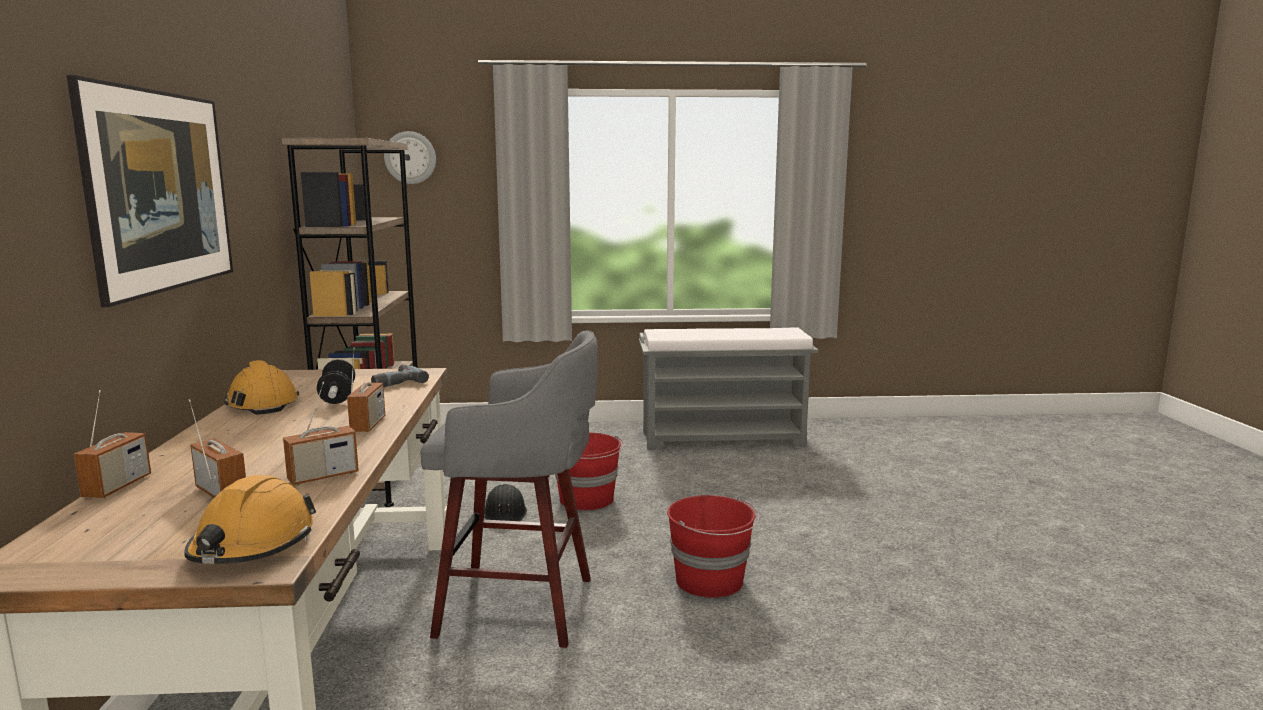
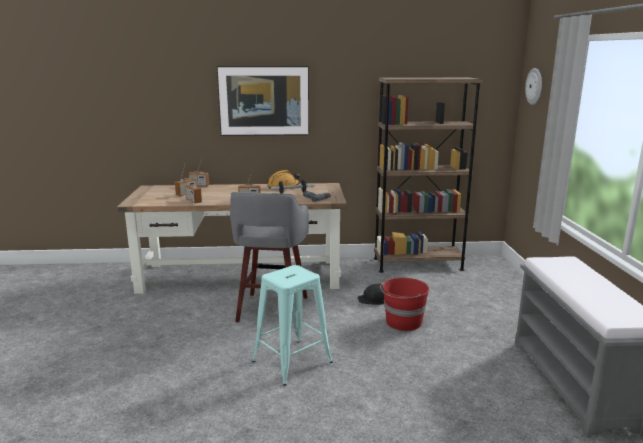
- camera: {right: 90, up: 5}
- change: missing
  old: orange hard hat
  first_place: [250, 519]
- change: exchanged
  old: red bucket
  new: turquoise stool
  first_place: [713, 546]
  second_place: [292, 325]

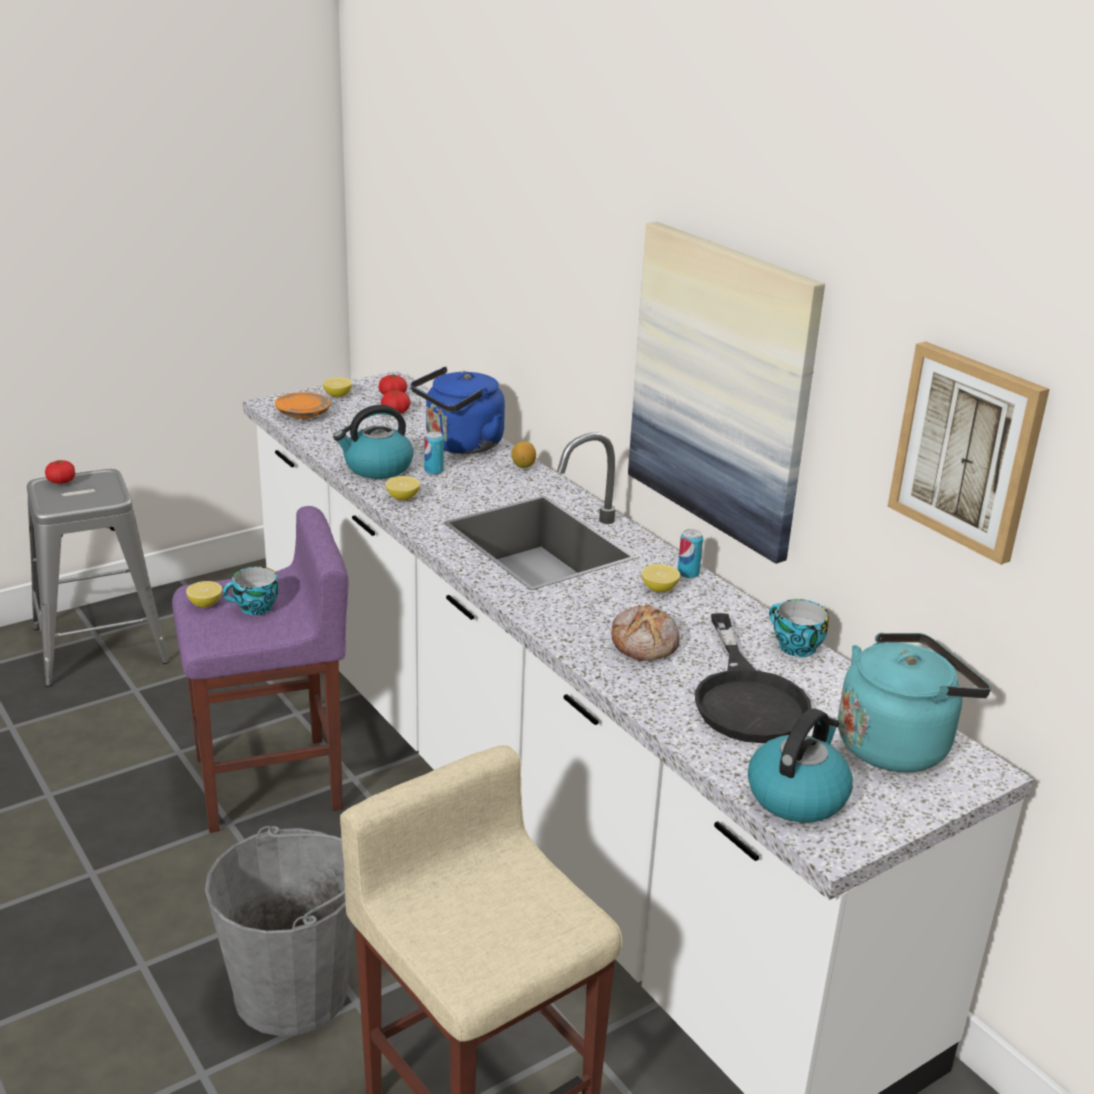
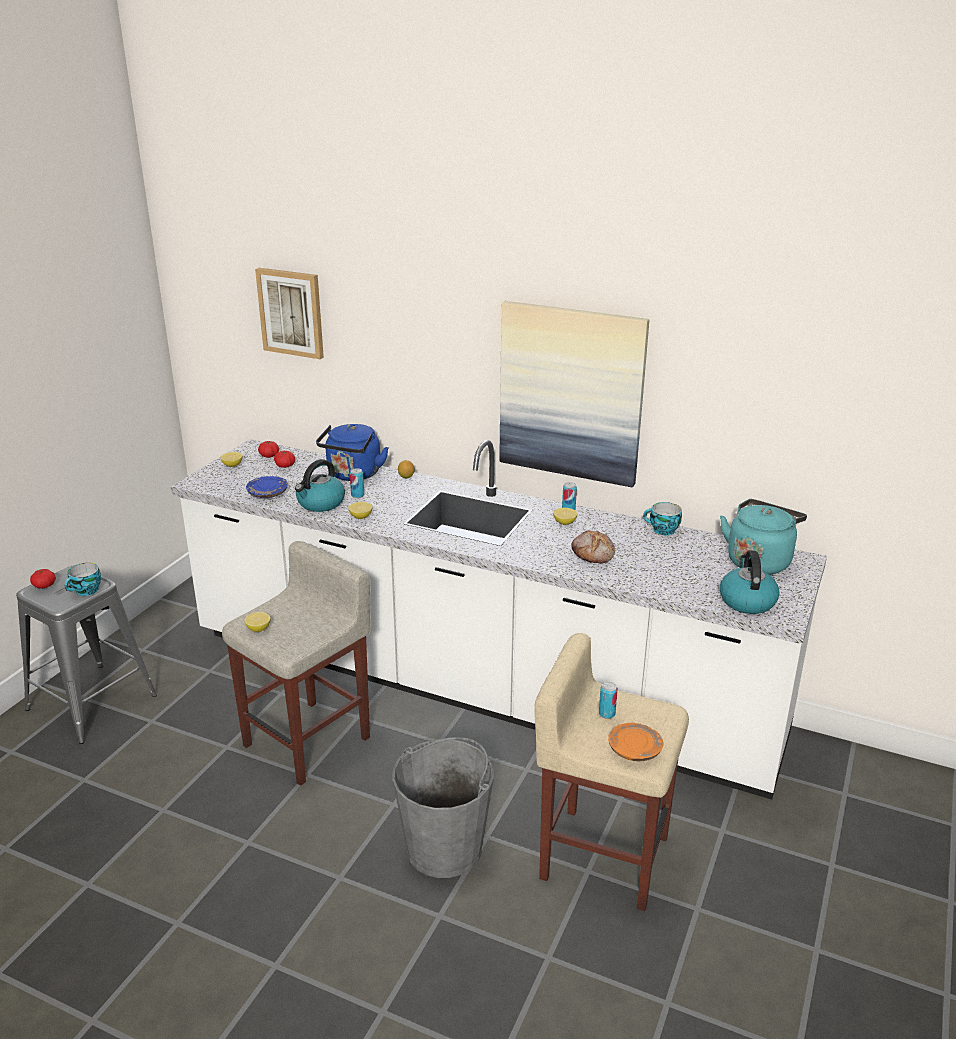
- camera: {right: -30, up: 0}
- change: missing
  old: black frying pan
  first_place: [753, 678]
- change: appeared
  new: blue plate
  second_place: [267, 487]
- change: appeared
  new: can
  second_place: [608, 700]
- change: relocated
  old: cup
  first_place: [251, 591]
  second_place: [82, 579]
- change: relocated
  old: orange plate
  first_place: [303, 405]
  second_place: [635, 742]
- change: relocated
  old: picture
  first_place: [968, 453]
  second_place: [289, 313]
- change: colour
  old: purple stool
  new: beige stool
  first_place: [260, 669]
  second_place: [296, 663]

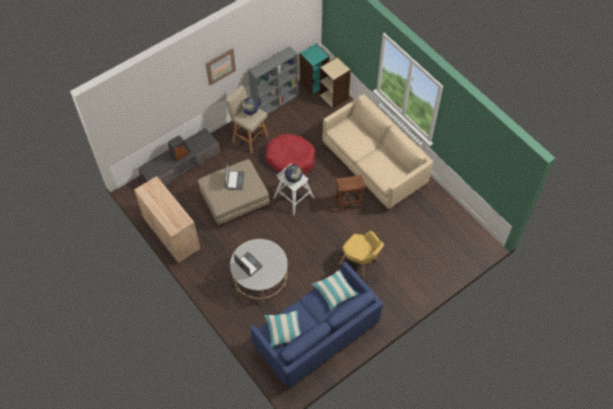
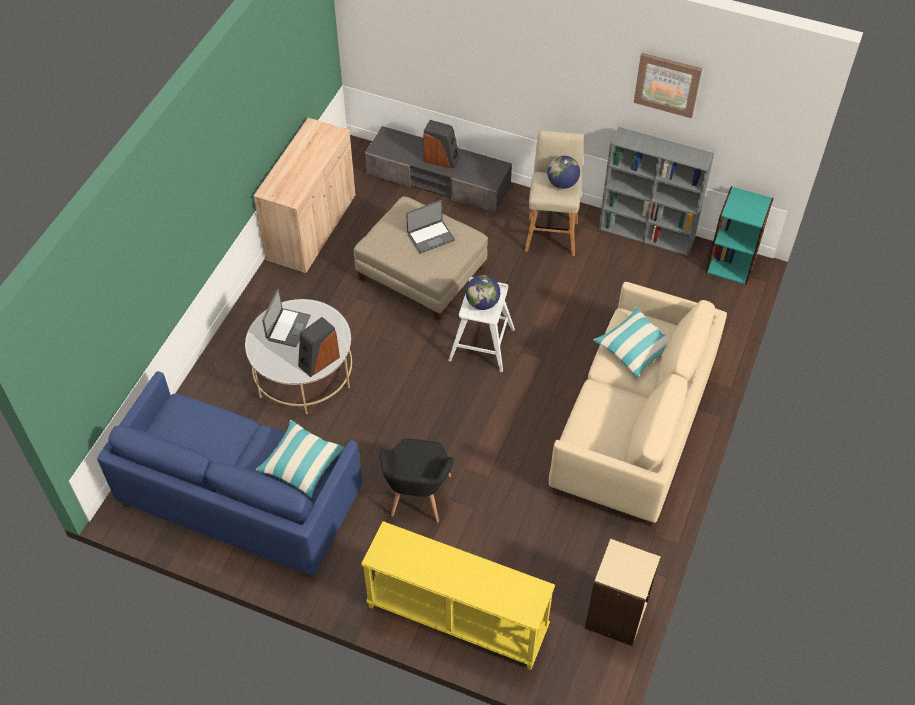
- camera: {right: 60, up: -5}
- change: missing
  old: red dog bed
  first_place: [290, 154]
- change: missing
  old: brown stool
  first_place: [350, 193]
- change: appeared
  new: speaker
  second_place: [319, 347]
- change: appeared
  new: yellow console table
  second_place: [458, 595]
- change: relocated
  old: picture
  first_place: [221, 67]
  second_place: [668, 85]
- change: relocated
  old: pillow
  first_place: [282, 328]
  second_place: [632, 342]
- change: relocated
  old: beige bookcase
  first_place: [335, 82]
  second_place: [623, 591]
- change: colour
  old: yellow armchair
  new: black armchair
  first_place: [361, 254]
  second_place: [417, 481]

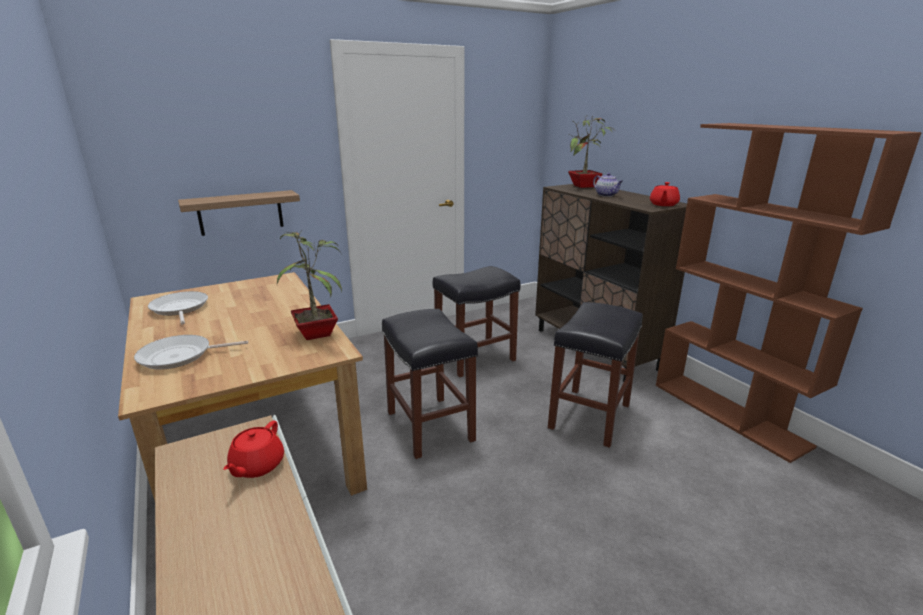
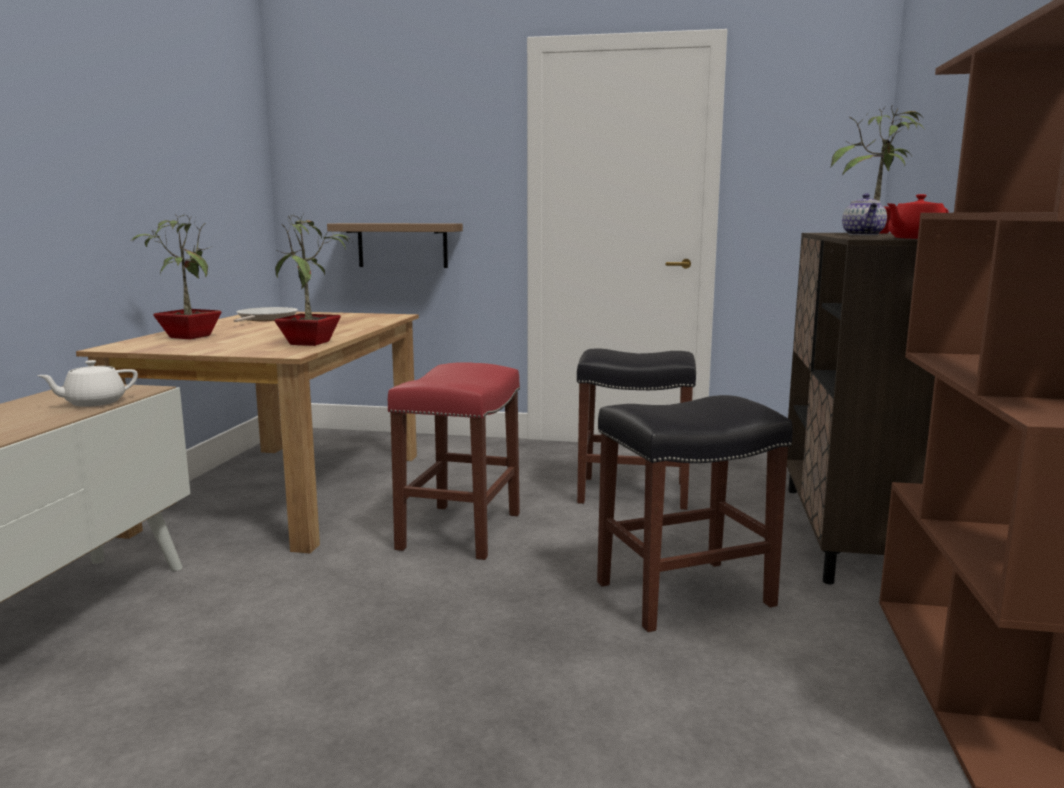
- camera: {right: 40, up: -10}
- change: exchanged
  old: frying pan
  new: potted plant
  first_place: [191, 352]
  second_place: [176, 276]
- change: colour
  old: red teapot
  new: white teapot
  first_place: [253, 449]
  second_place: [87, 383]
- change: colour
  old: black stool
  new: red stool
  first_place: [430, 384]
  second_place: [454, 461]

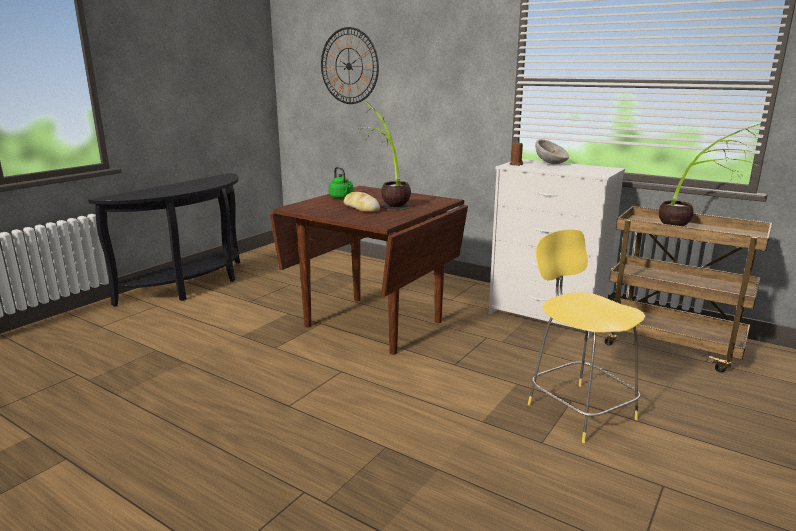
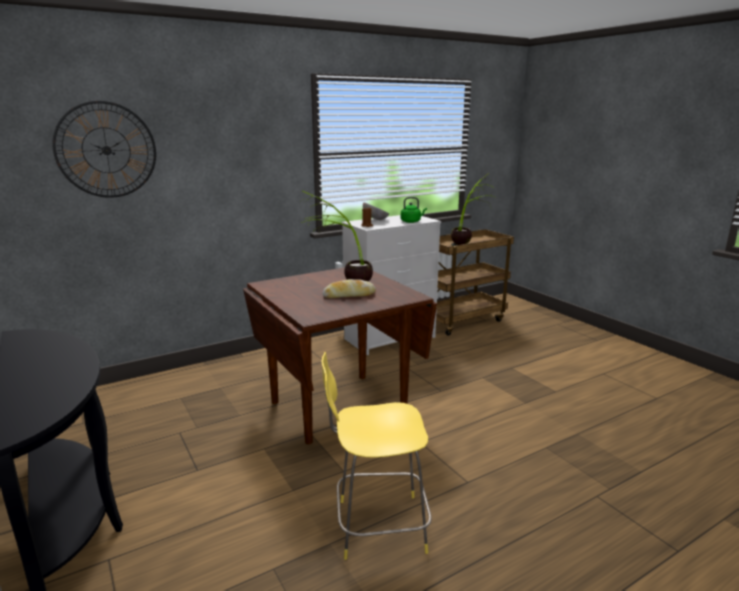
- camera: {right: -65, up: 0}
- change: relocated
  old: green kettle
  first_place: [341, 183]
  second_place: [414, 210]
- change: relocated
  old: yellow stool
  first_place: [587, 336]
  second_place: [376, 456]

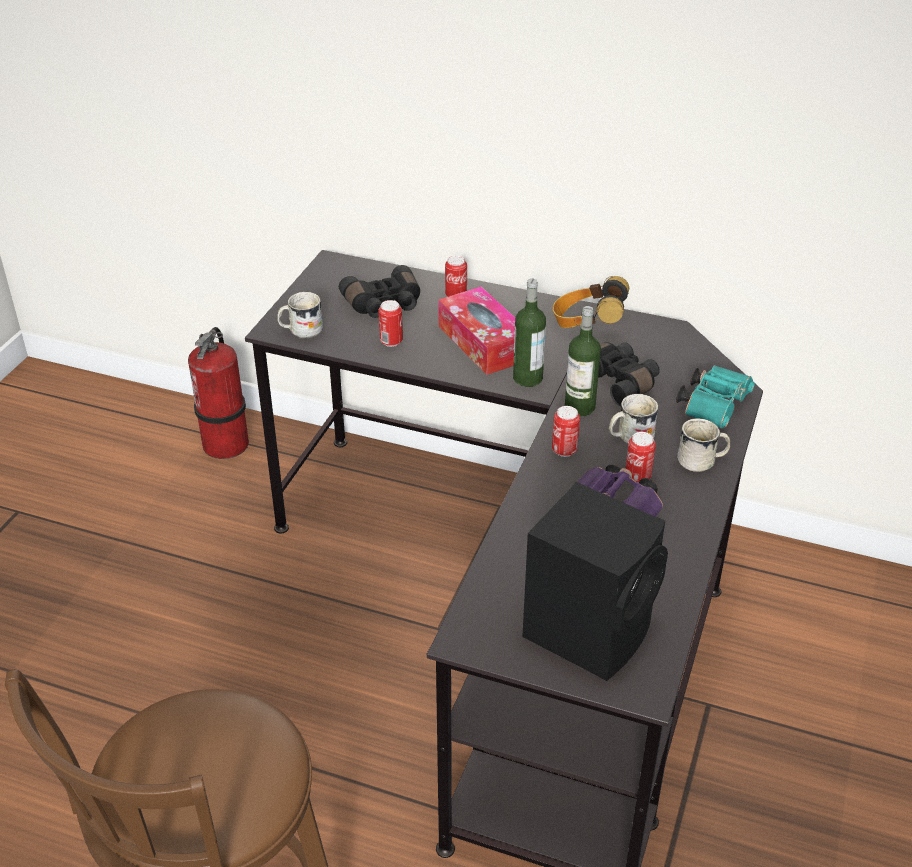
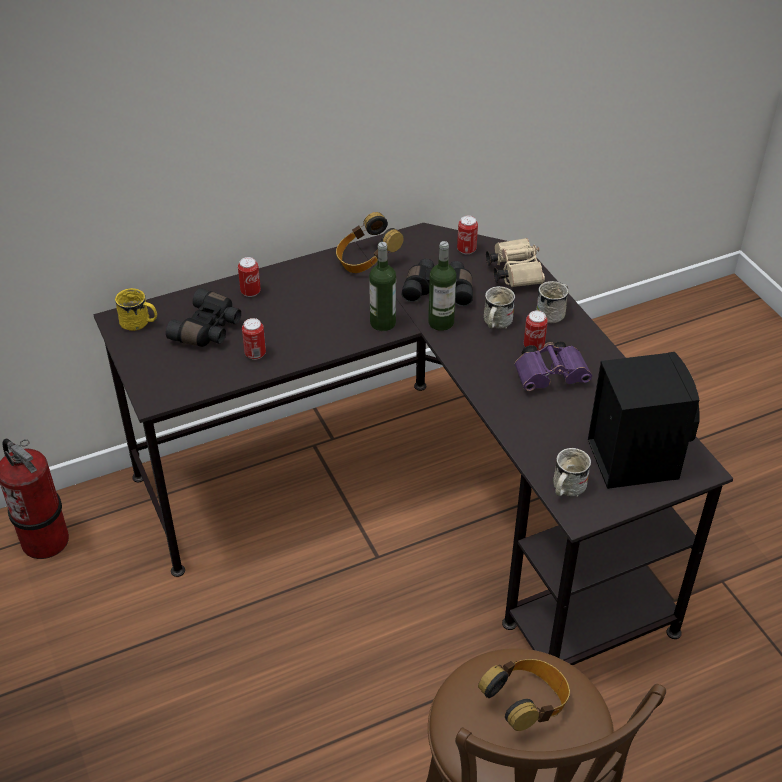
- camera: {right: -45, up: 5}
- change: missing
  old: tissue box
  first_place: [476, 331]
- change: appeared
  new: yellow mug
  second_place: [136, 309]
- change: appeared
  new: headphones
  second_place: [524, 695]
- change: relocated
  old: white mug
  first_place: [300, 315]
  second_place: [572, 472]
- change: relocated
  old: can
  first_place: [566, 431]
  second_place: [467, 235]
- change: colour
  old: turquoise binoculars
  new: beige binoculars
  first_place: [715, 397]
  second_place: [515, 262]

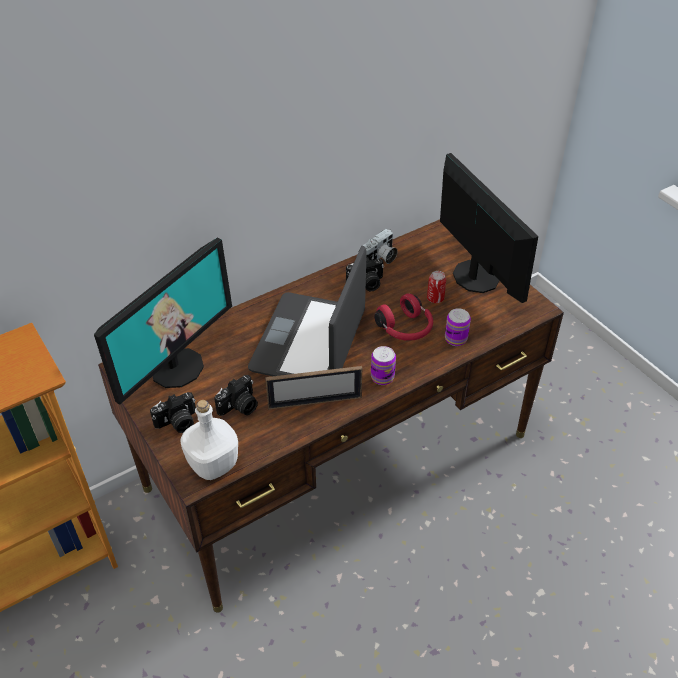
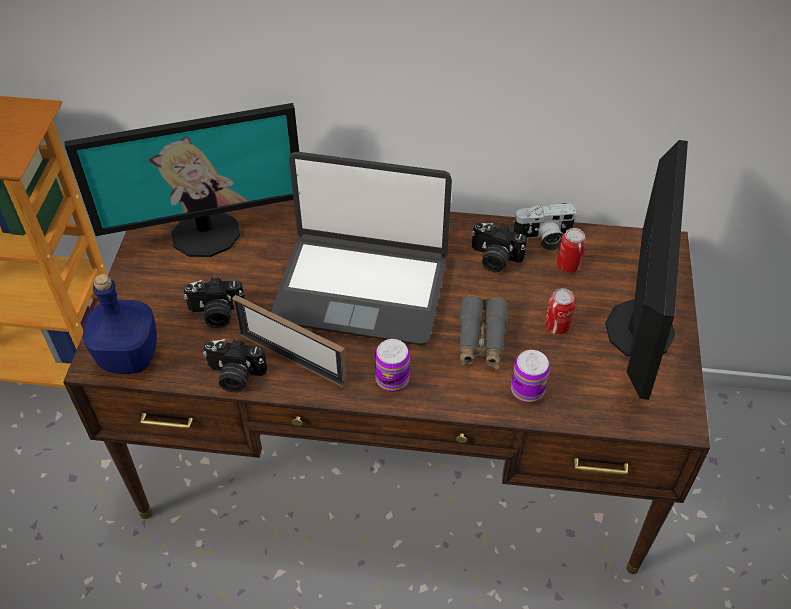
- camera: {right: 40, up: 5}
- change: appeared
  new: can
  second_place: [571, 250]
- change: relocated
  old: photo camera
  first_place: [173, 412]
  second_place: [235, 366]
- change: exchanged
  old: red headphones
  new: grey binoculars
  first_place: [403, 317]
  second_place: [484, 332]
- change: colour
  old: white bottle
  new: blue bottle
  first_place: [209, 440]
  second_place: [120, 324]
- change: spun
  old: laptop
  first_place: [307, 310]
  second_place: [361, 248]
  degrees: -135

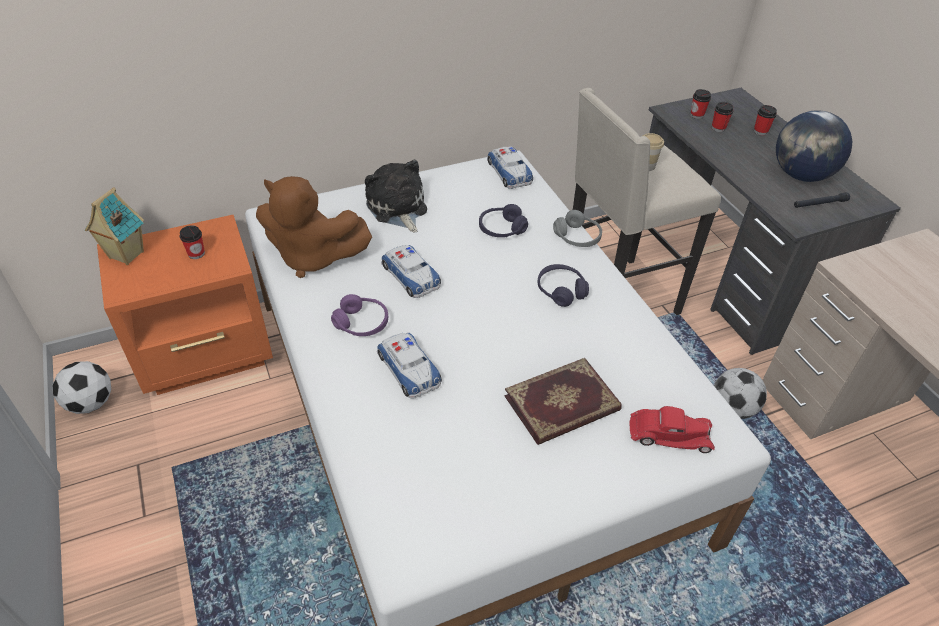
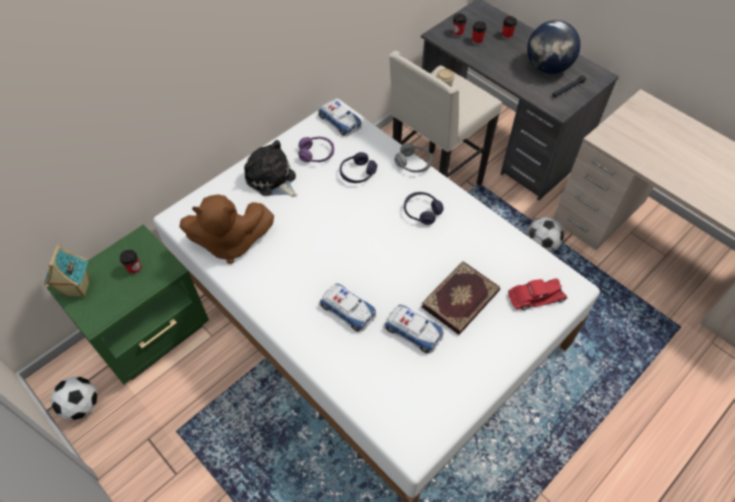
- camera: {right: -20, up: 10}
- change: relocated
  old: purple headphones
  first_place: [359, 315]
  second_place: [316, 149]
- change: relocated
  old: toy car
  first_place: [411, 271]
  second_place: [414, 329]
- change: colour
  old: orange nightstand
  new: green nightstand
  first_place: [185, 305]
  second_place: [128, 305]

